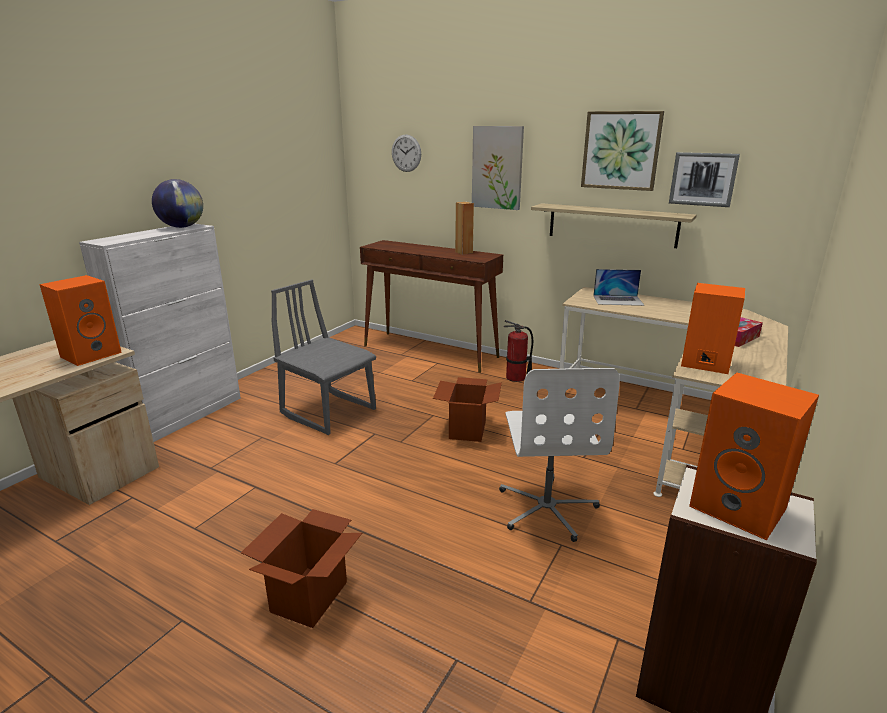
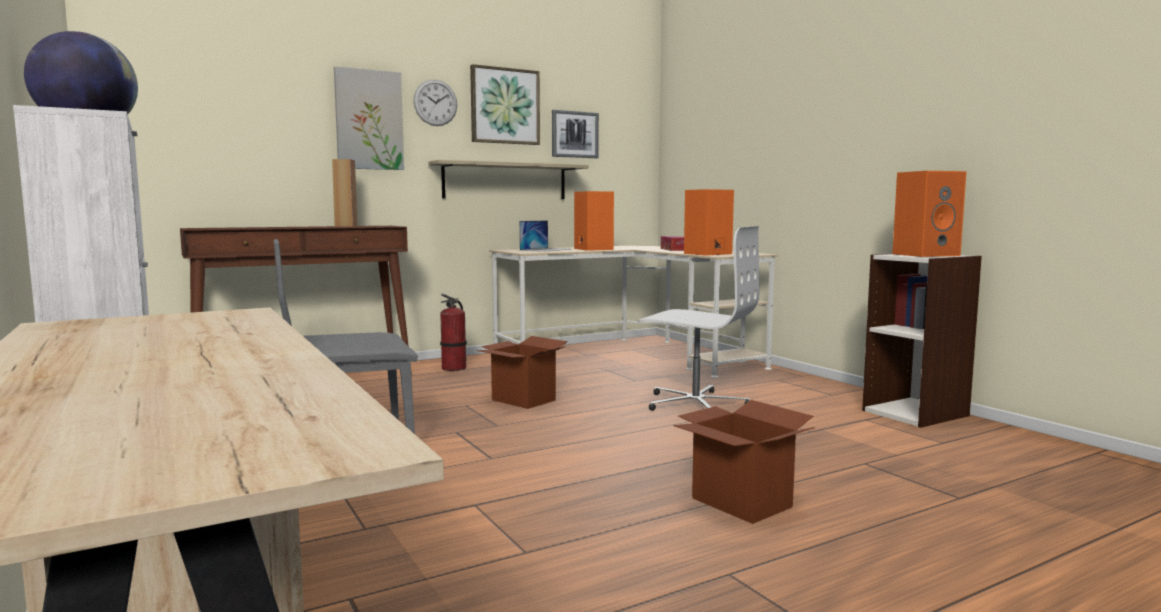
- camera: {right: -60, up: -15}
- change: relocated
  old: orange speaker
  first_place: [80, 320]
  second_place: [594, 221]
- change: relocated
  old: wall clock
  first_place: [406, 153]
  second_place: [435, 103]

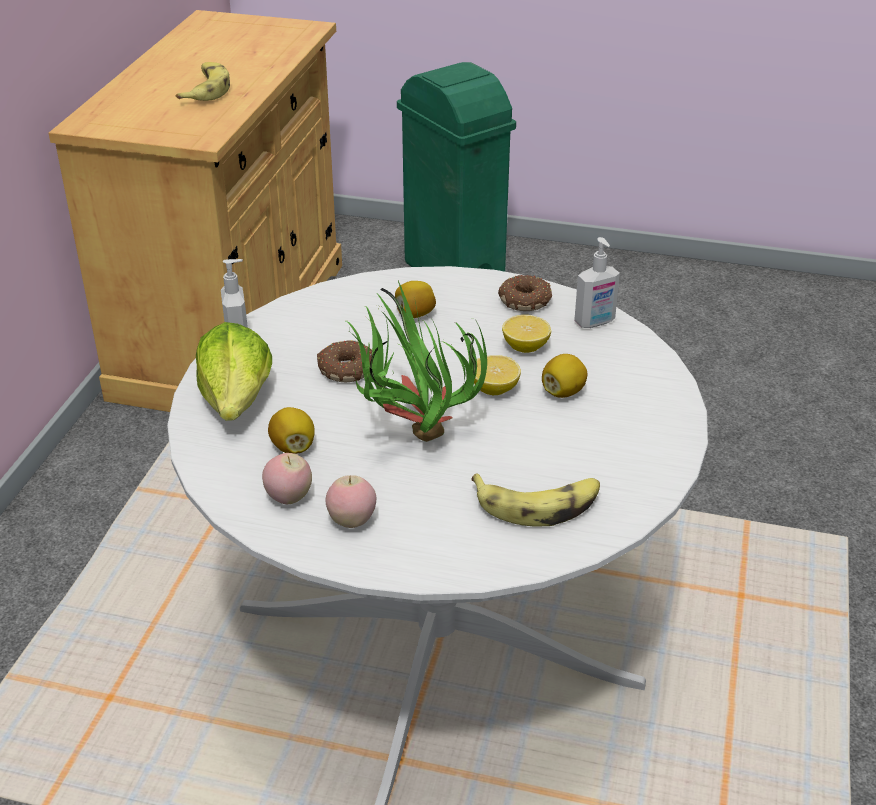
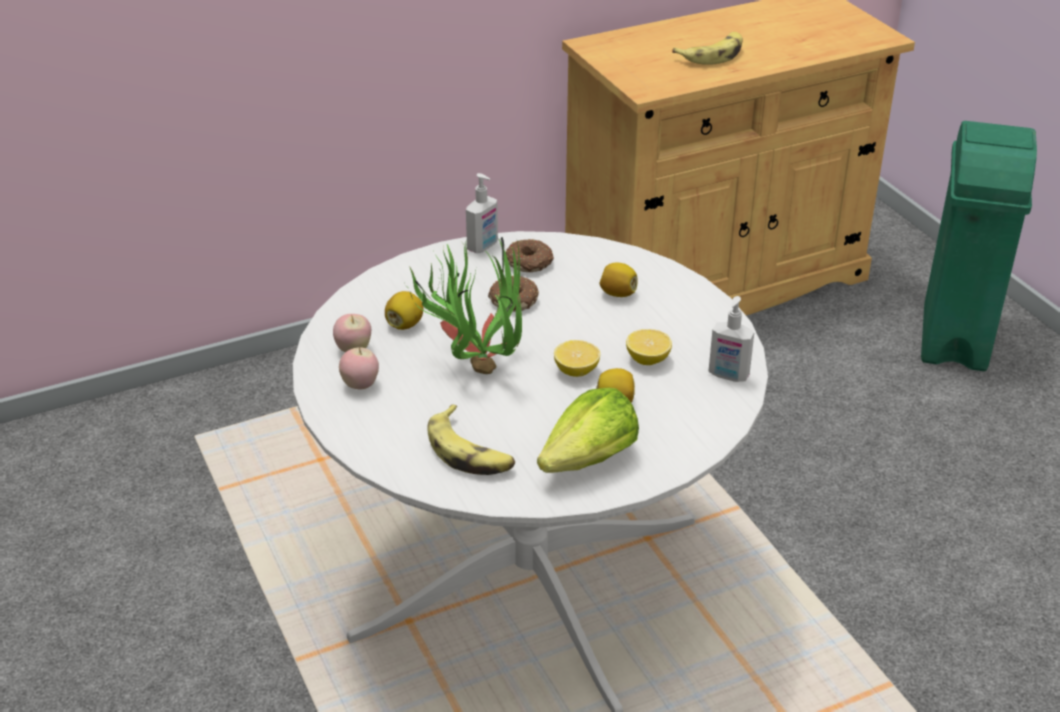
- camera: {right: 50, up: 0}
- change: relocated
  old: lettuce
  first_place: [234, 371]
  second_place: [588, 430]
- change: relocated
  old: donut
  first_place: [525, 293]
  second_place: [530, 255]

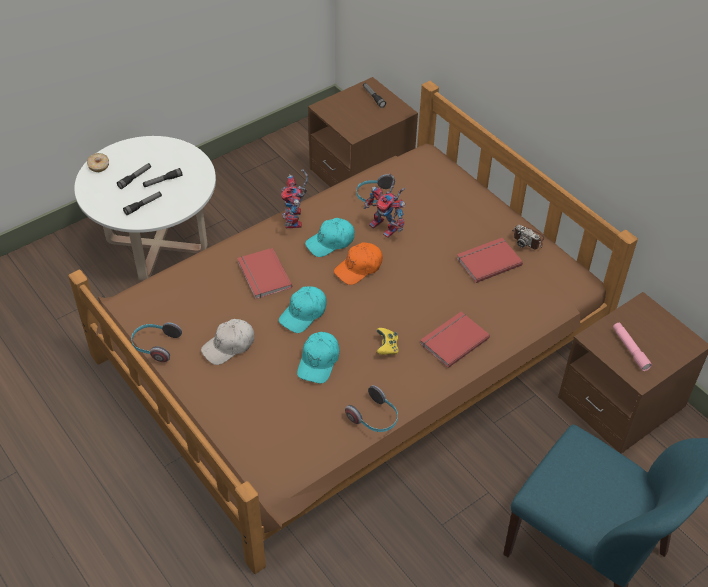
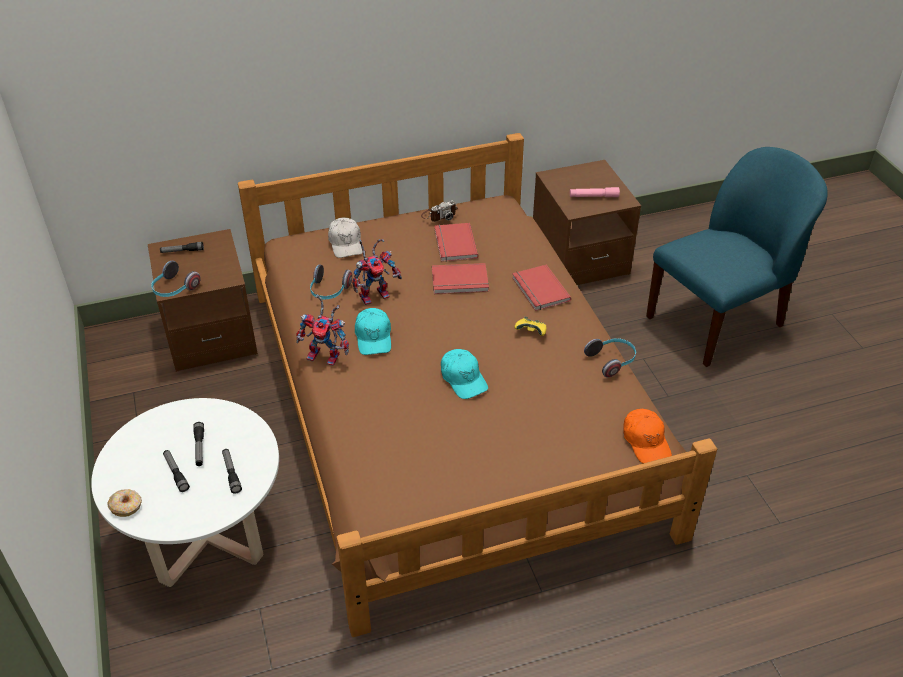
- camera: {right: -70, up: -5}
- change: missing
  old: turquoise cap
  first_place: [318, 358]
- change: relocated
  old: headphones
  first_place: [156, 342]
  second_place: [176, 279]
- change: relocated
  old: white cap
  first_place: [227, 342]
  second_place: [345, 238]
- change: relocated
  old: red book
  first_place: [264, 273]
  second_place: [460, 278]
- change: relocated
  old: orange cap
  first_place: [358, 263]
  second_place: [647, 436]

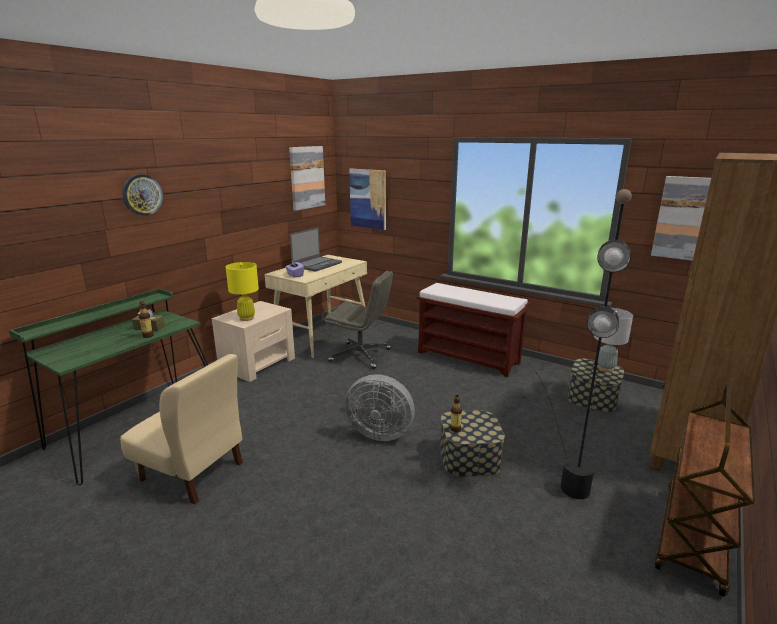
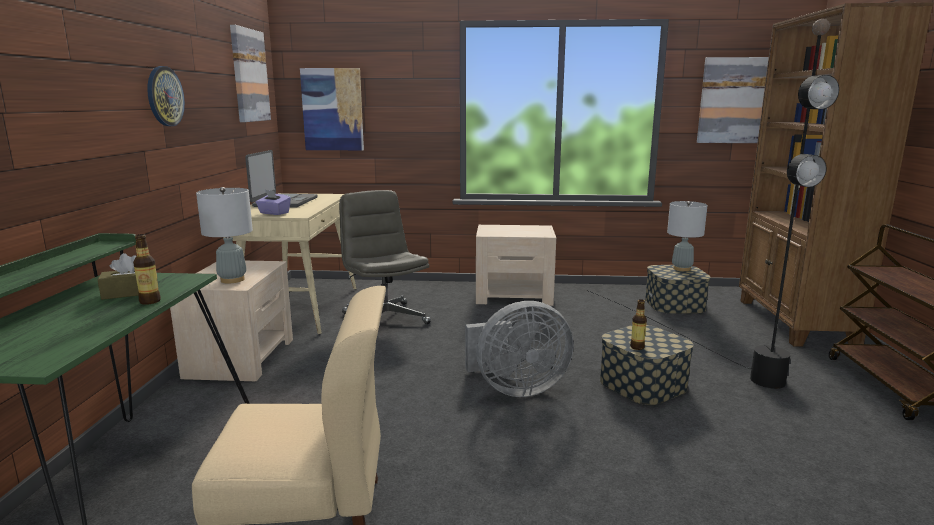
- camera: {right: -30, up: -5}
- change: relocated
  old: wall clock
  first_place: [142, 195]
  second_place: [166, 96]
- change: exchanged
  old: brown bench
  new: beige nightstand
  first_place: [473, 330]
  second_place: [516, 265]
- change: colour
  old: yellow table lamp
  new: grey table lamp
  first_place: [242, 291]
  second_place: [224, 235]
- change: spun
  old: grey office chair
  first_place: [359, 320]
  second_place: [385, 257]
  degrees: -105

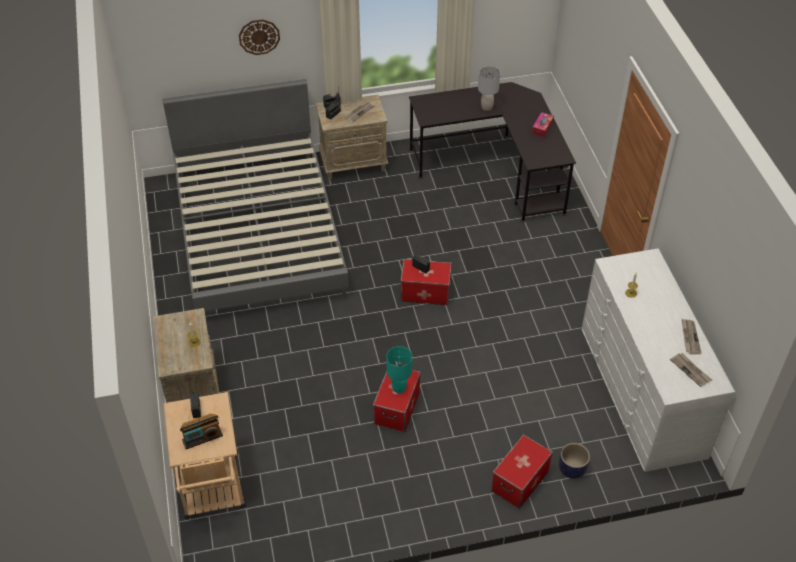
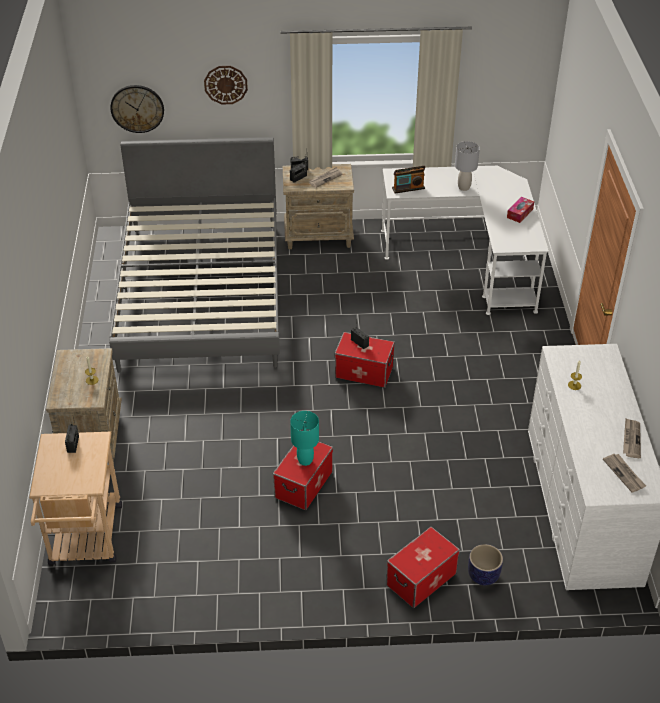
- camera: {right: 10, up: -5}
- change: appeared
  new: wall clock
  second_place: [137, 109]
- change: relocated
  old: radio
  first_place: [201, 431]
  second_place: [408, 180]
- change: colour
  old: black desk
  new: white desk
  first_place: [492, 152]
  second_place: [465, 240]

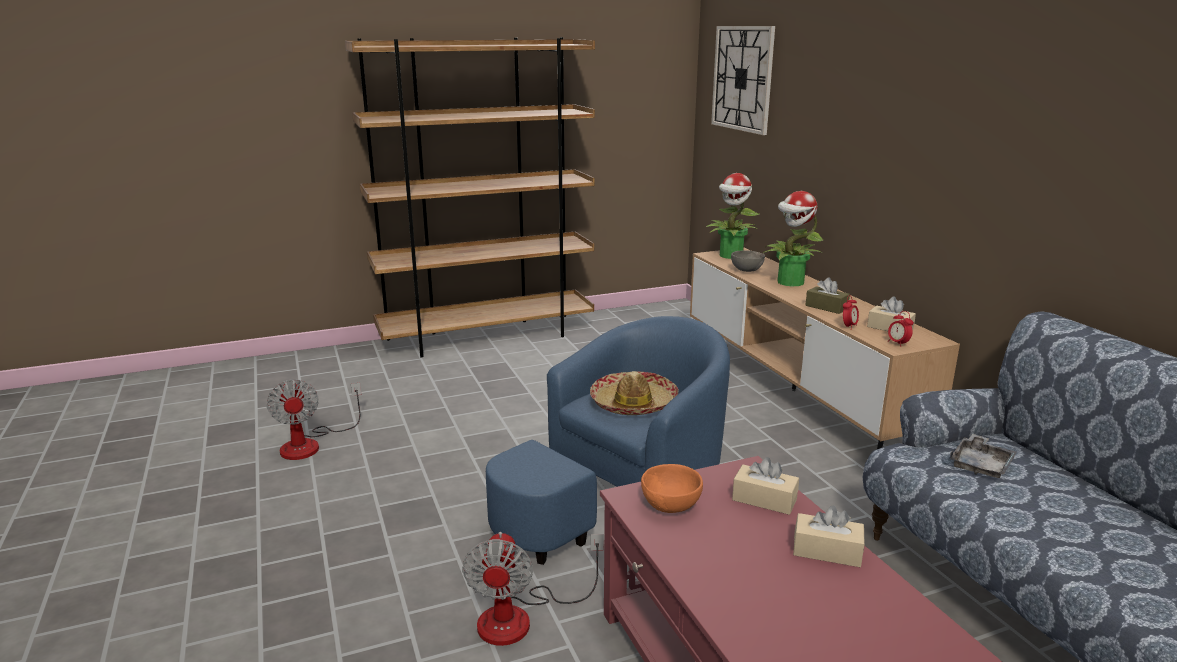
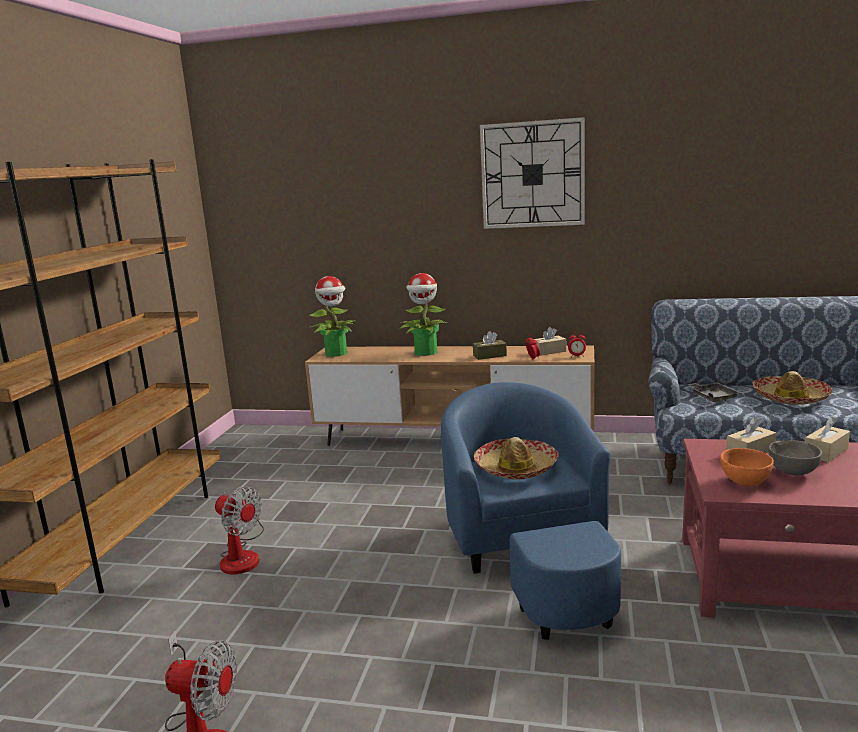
- camera: {right: -55, up: -5}
- change: appeared
  new: hat
  second_place: [792, 388]
- change: relocated
  old: fan
  first_place: [533, 589]
  second_place: [239, 530]
- change: relocated
  old: wall clock
  first_place: [743, 80]
  second_place: [532, 173]
- change: relocated
  old: grey bowl
  first_place: [748, 261]
  second_place: [795, 457]

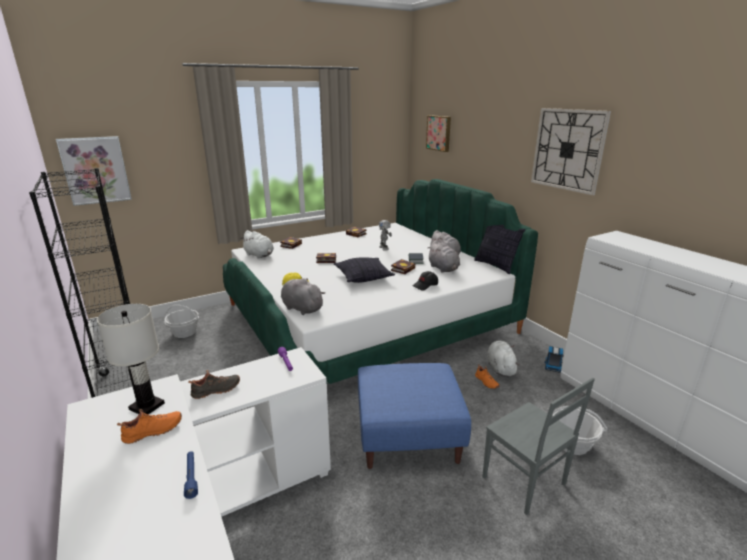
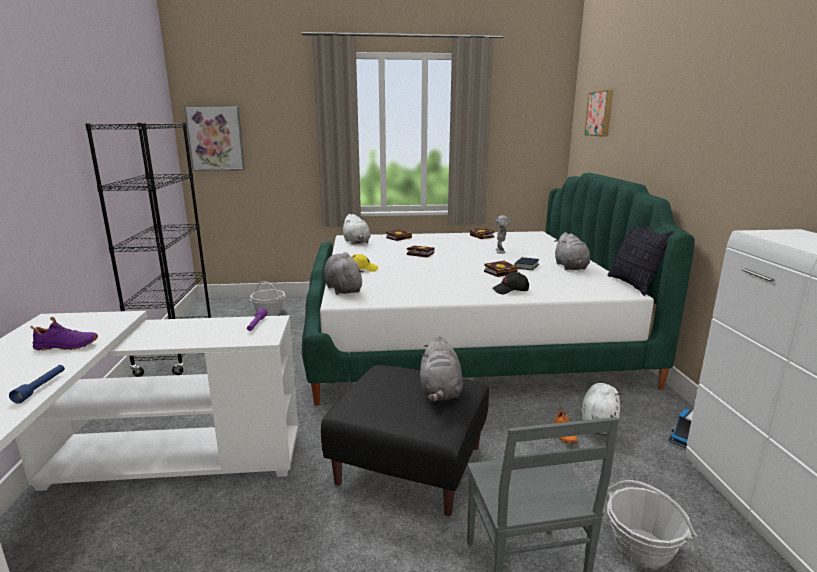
- camera: {right: 25, up: -5}
- change: missing
  old: white table lamp
  first_place: [131, 359]
- change: missing
  old: black shoe
  first_place: [214, 384]
- change: missing
  old: pillow
  first_place: [364, 270]
- change: missing
  old: wall clock
  first_place: [571, 151]
- change: relocated
  old: grey plush toy
  first_place: [444, 257]
  second_place: [441, 368]
- change: colour
  old: orange shoe
  new: purple shoe
  first_place: [149, 426]
  second_place: [64, 334]
- change: colour
  old: blue ottoman
  new: black ottoman
  first_place: [414, 416]
  second_place: [405, 440]

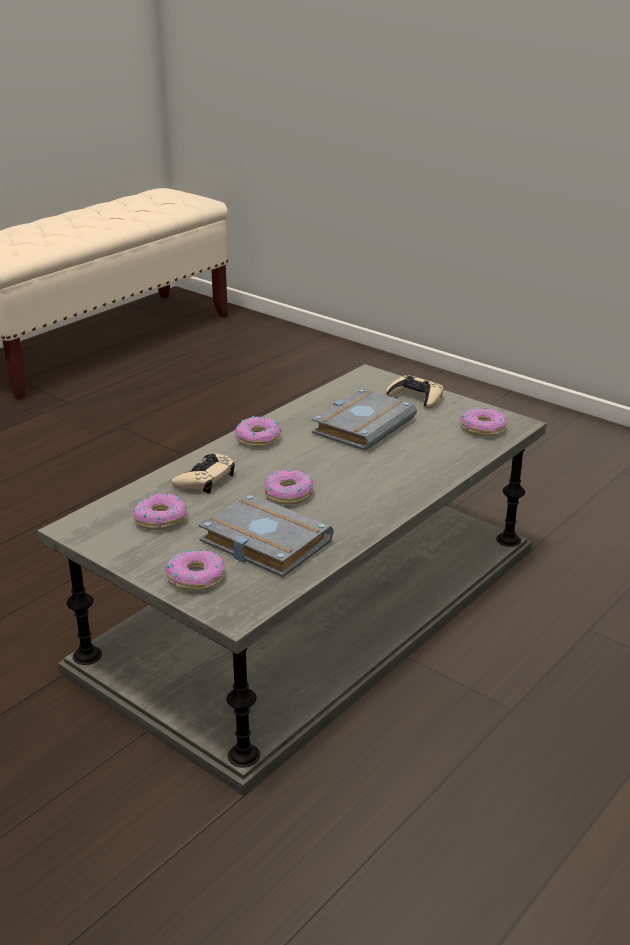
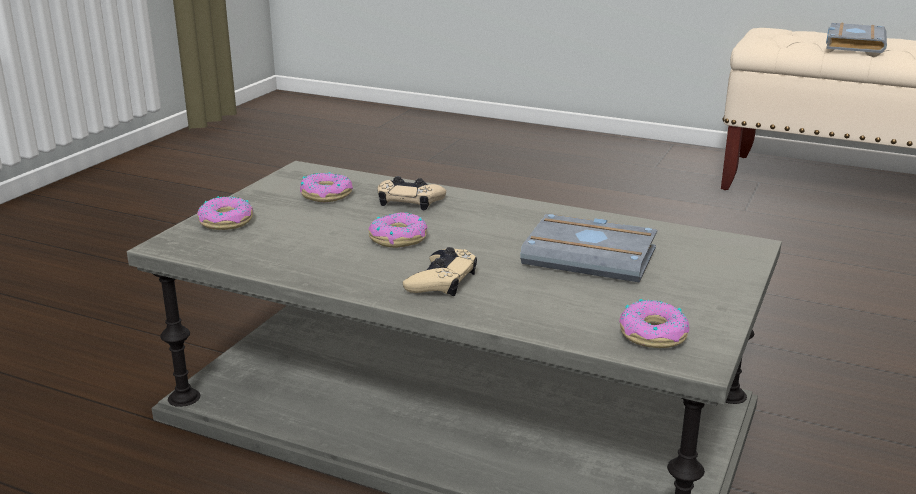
- camera: {right: 75, up: -5}
- change: missing
  old: donut
  first_place: [258, 431]
- change: relocated
  old: grey book
  first_place: [266, 535]
  second_place: [856, 38]
- change: relocated
  old: beige game controller
  first_place: [414, 392]
  second_place: [440, 271]

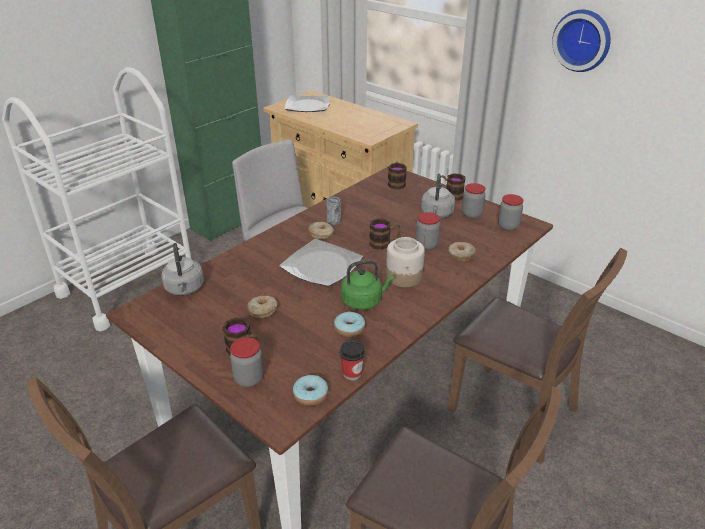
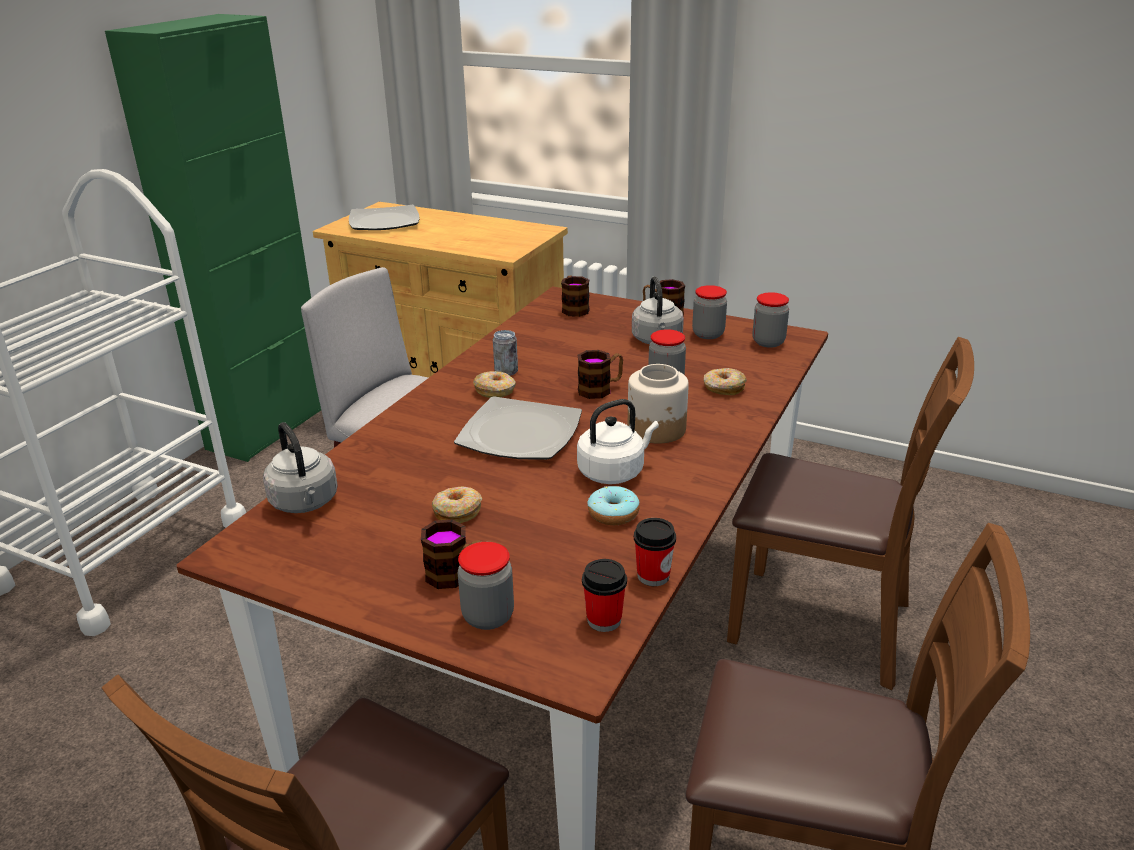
- camera: {right: -15, up: -5}
- change: missing
  old: wall clock
  first_place: [581, 41]
- change: exchanged
  old: donut
  new: cup
  first_place: [310, 390]
  second_place: [604, 595]
- change: colour
  old: green kettle
  new: white kettle
  first_place: [367, 285]
  second_place: [618, 441]

